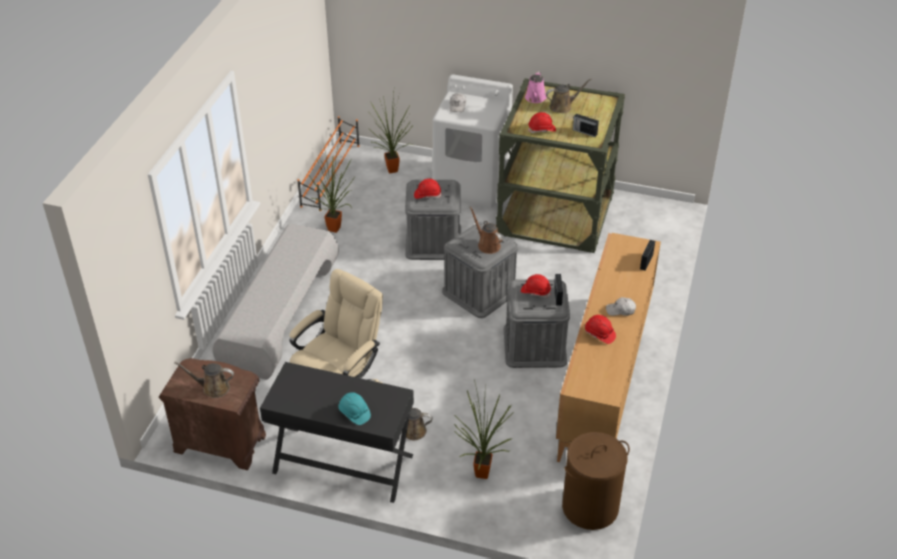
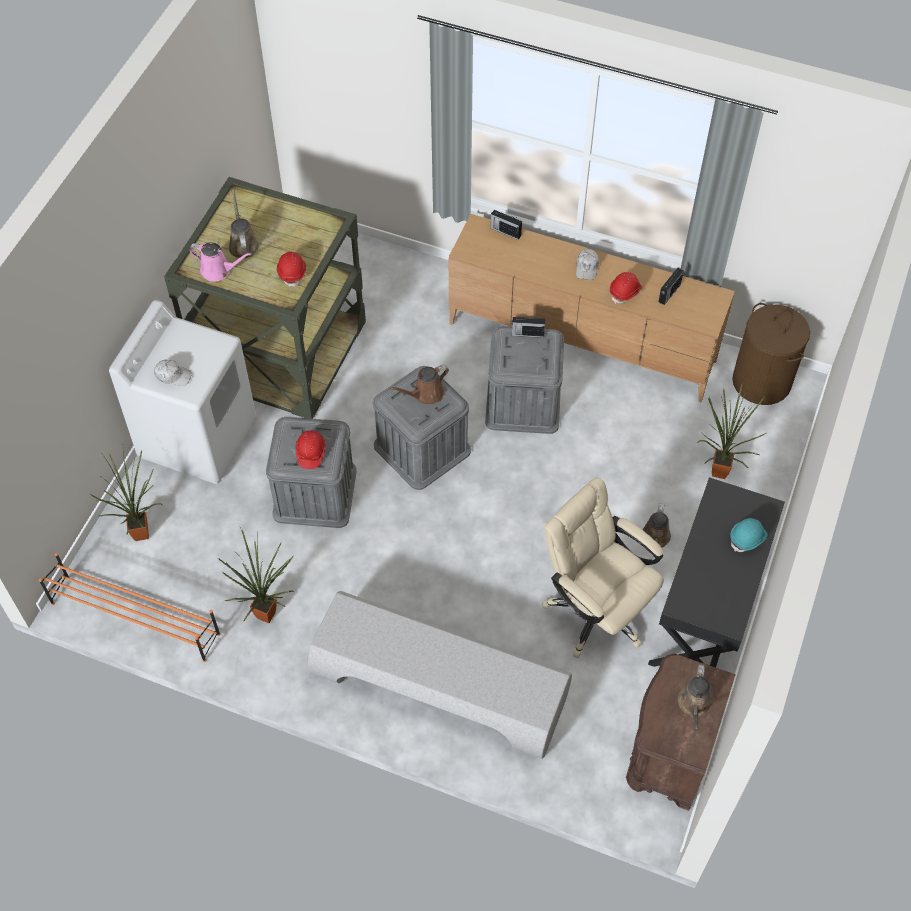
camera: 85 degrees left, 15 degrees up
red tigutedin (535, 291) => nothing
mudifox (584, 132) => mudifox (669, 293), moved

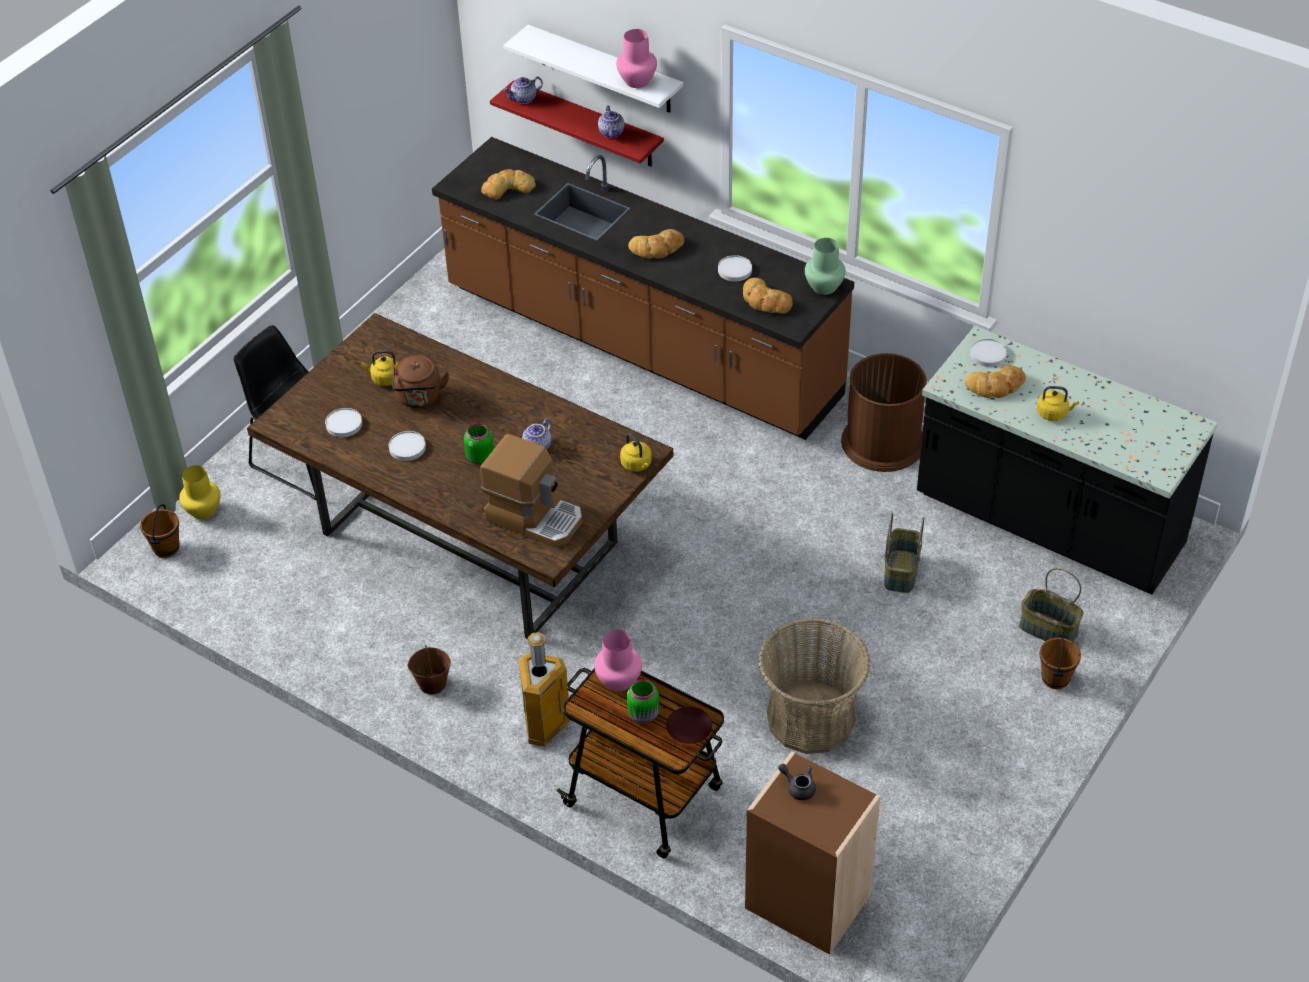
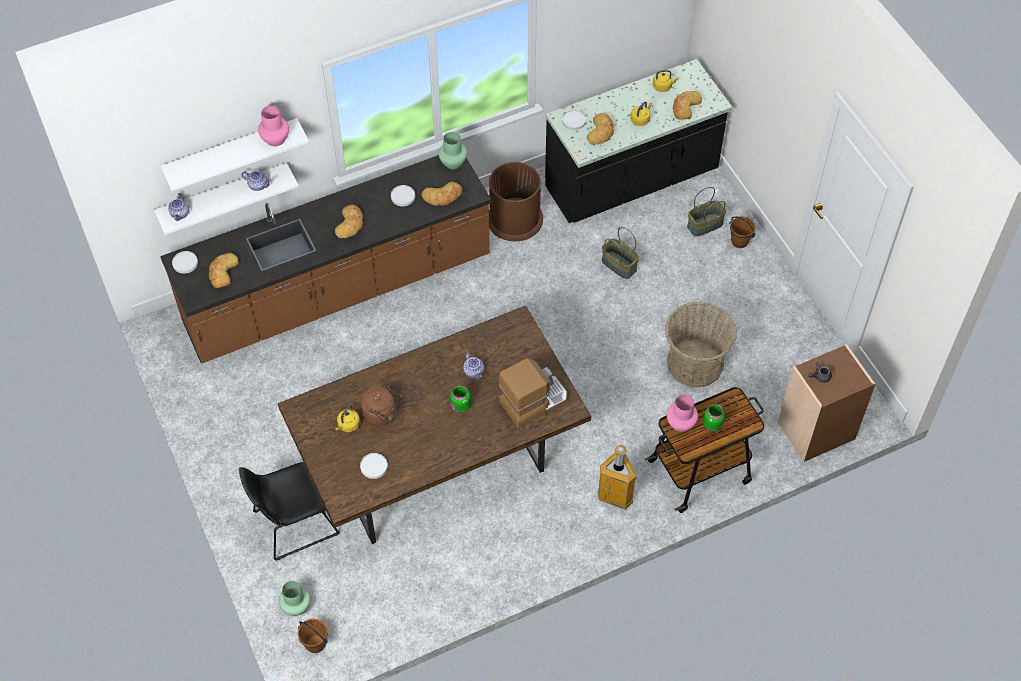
camera: 60 degrees left, 10 degrees up
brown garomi (432, 684) => nothing
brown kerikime (688, 729) => nothing
nothing => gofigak (685, 107)
white kerikime (407, 448) => white kerikime (185, 263), moved
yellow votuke (637, 465) => yellow votuke (663, 86), moved
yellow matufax (204, 511) => green matufax (297, 606)
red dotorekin (588, 124) => white dotorekin (223, 195)

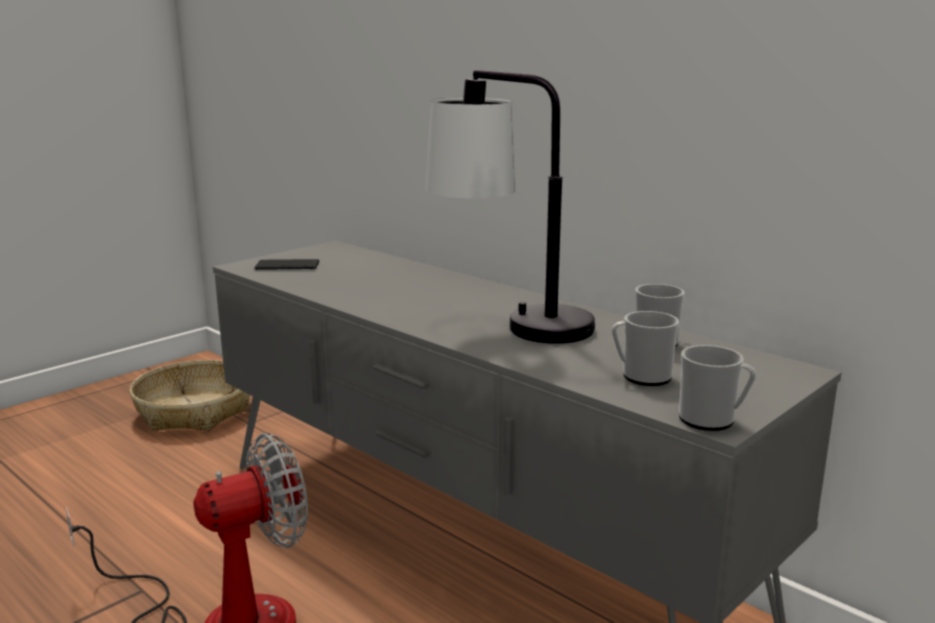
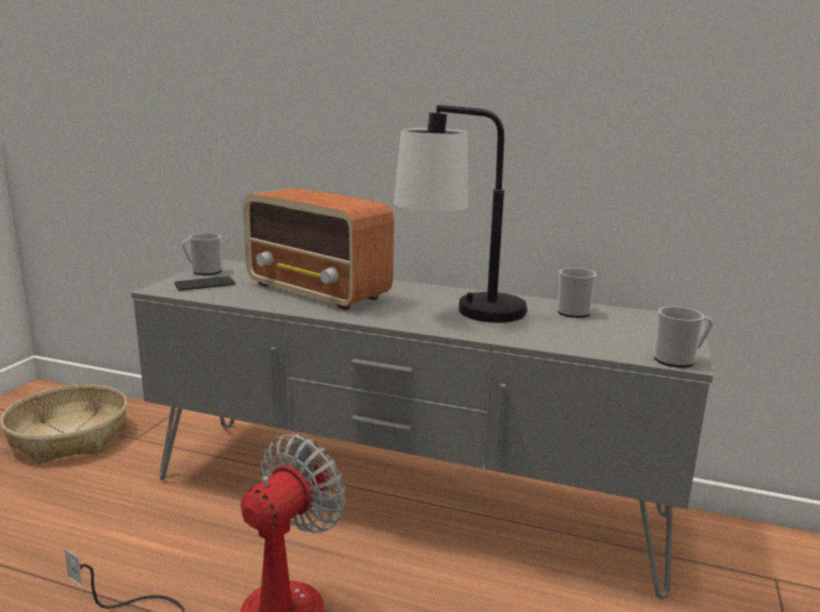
camera: 25 degrees left, 0 degrees up
nothing => mudifox (318, 292)
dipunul (641, 376) => dipunul (203, 272), moved

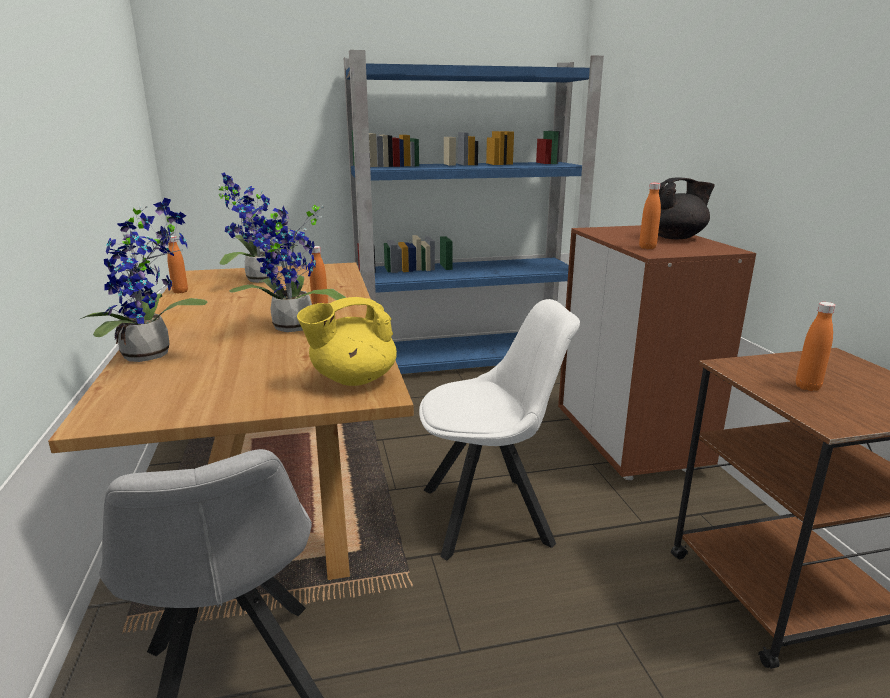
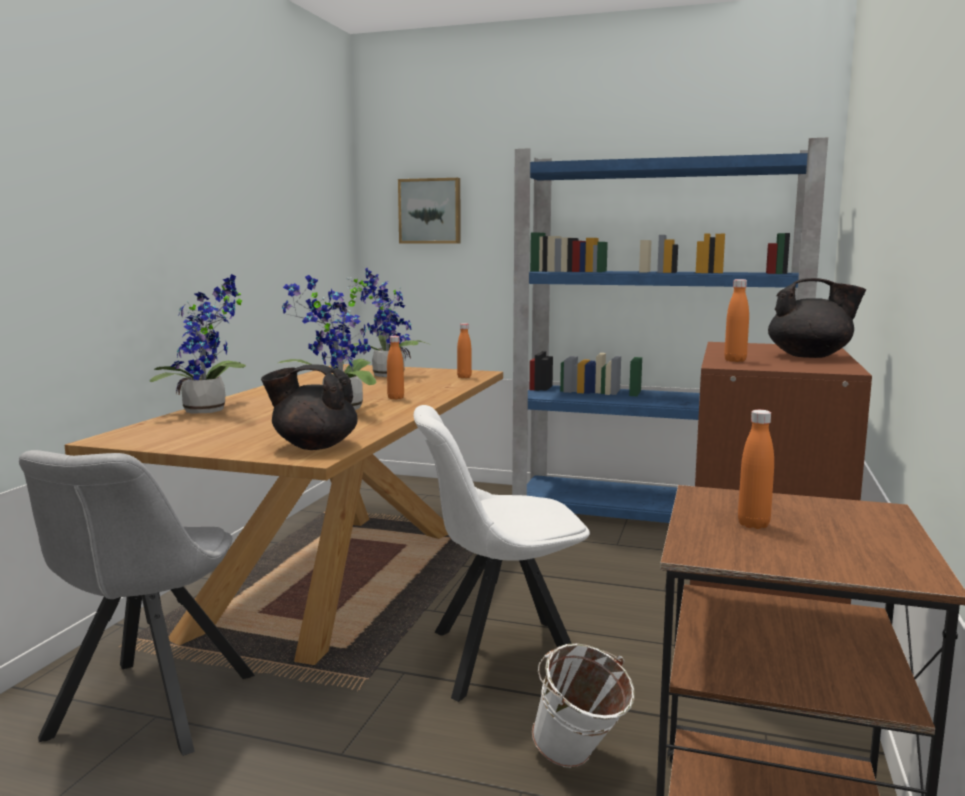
camera: 30 degrees right, 10 degrees down
nothing => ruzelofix (430, 211)
nothing => white garomi (579, 762)
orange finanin (180, 292) => orange finanin (464, 377), moved
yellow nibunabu (352, 379) => black nibunabu (314, 446)
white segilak (490, 515) => white segilak (501, 658), 150 degrees clockwise

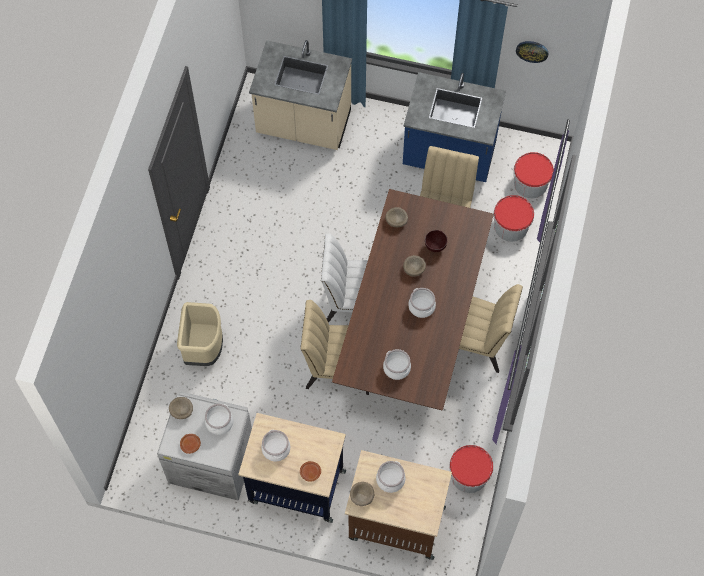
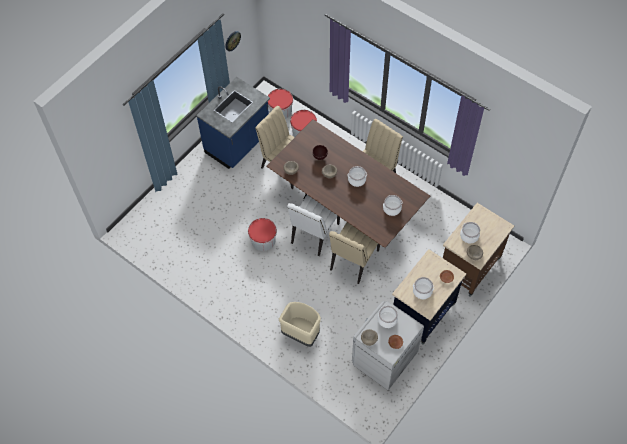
camera: 65 degrees left, 5 degrees down
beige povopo (303, 125) => nothing
garomi (469, 475) => garomi (263, 240), moved

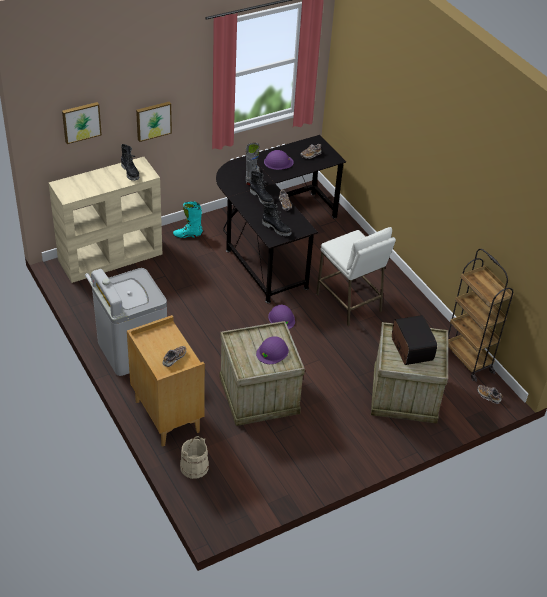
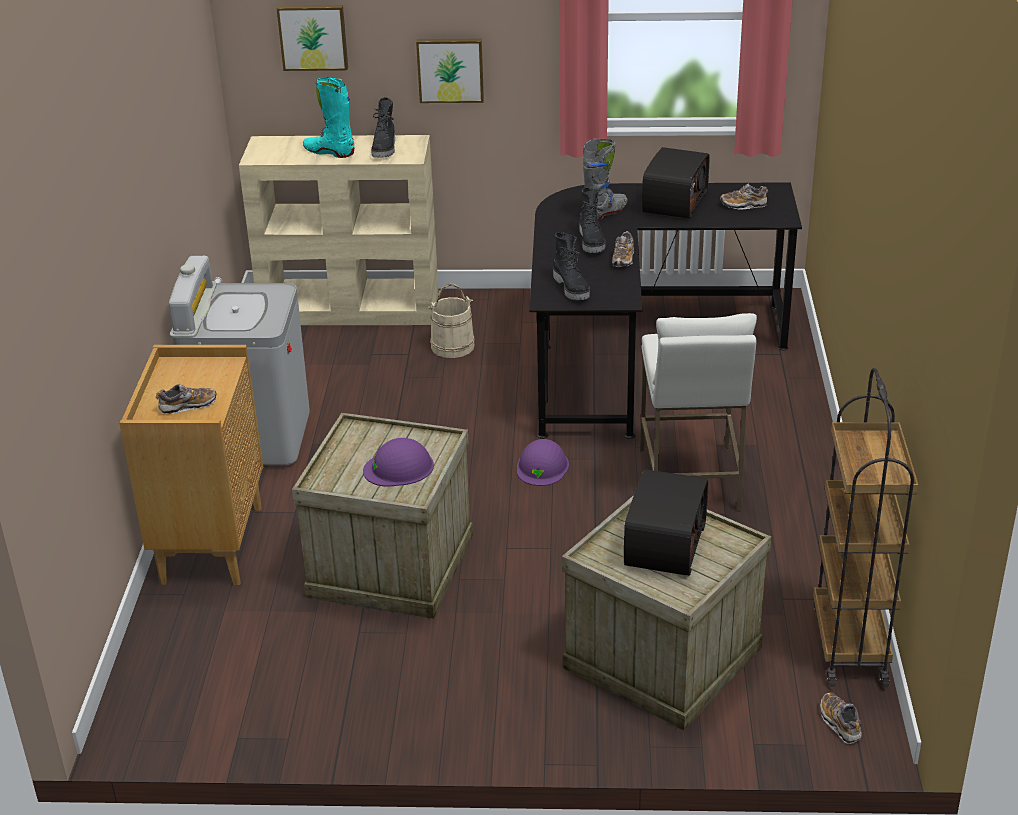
camera: 35 degrees right, 10 degrees down
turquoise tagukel (187, 235) => turquoise tagukel (329, 152), moved
beige garomi (194, 467) => beige garomi (452, 346), moved
purple tigutedin (278, 162) => mudifox (673, 202)

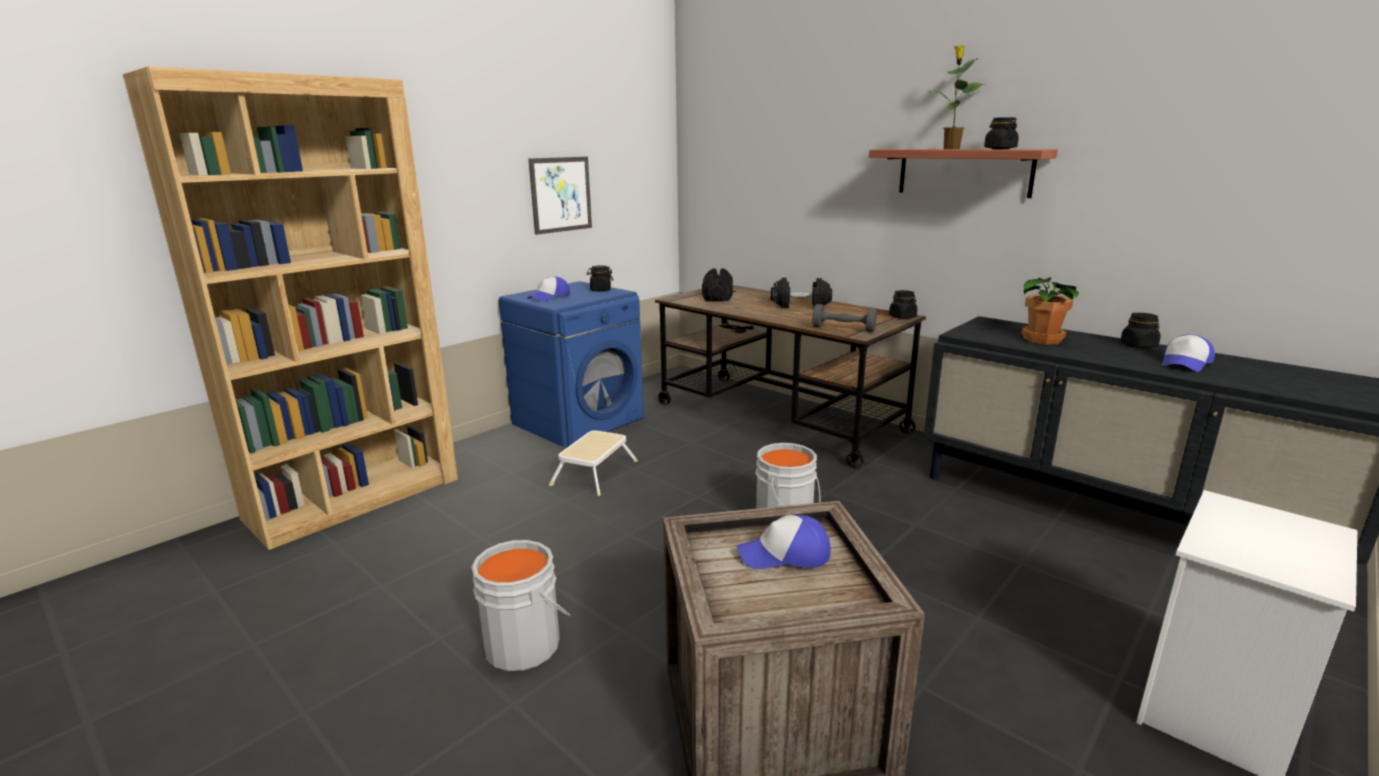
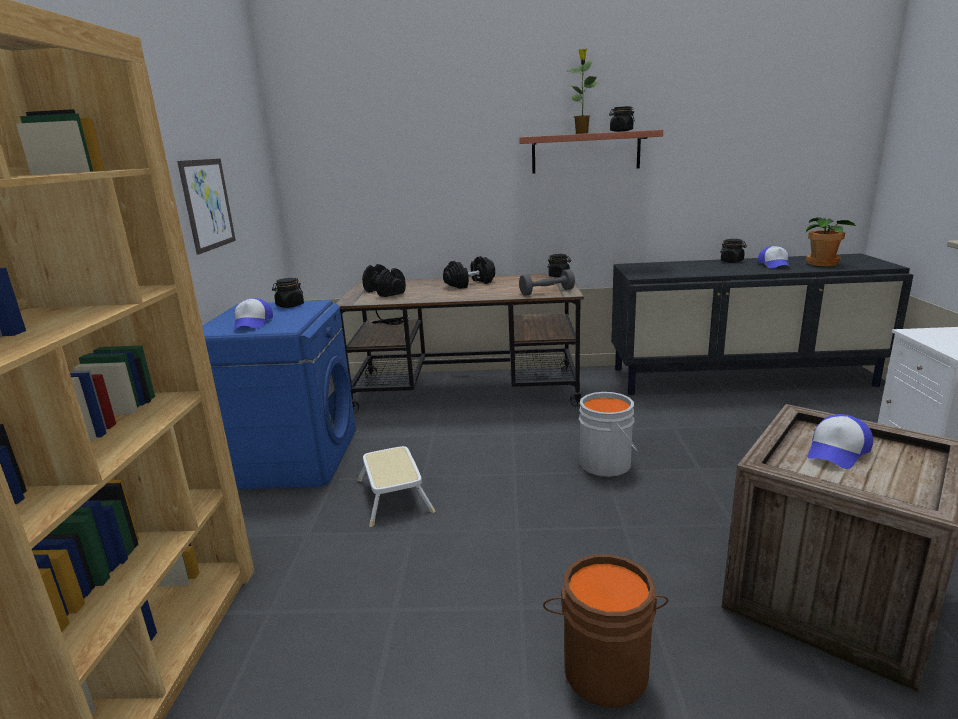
camera: 40 degrees left, 0 degrees up
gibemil (1044, 340) => gibemil (823, 263), moved
grey garomi (526, 643) => brown garomi (605, 668)

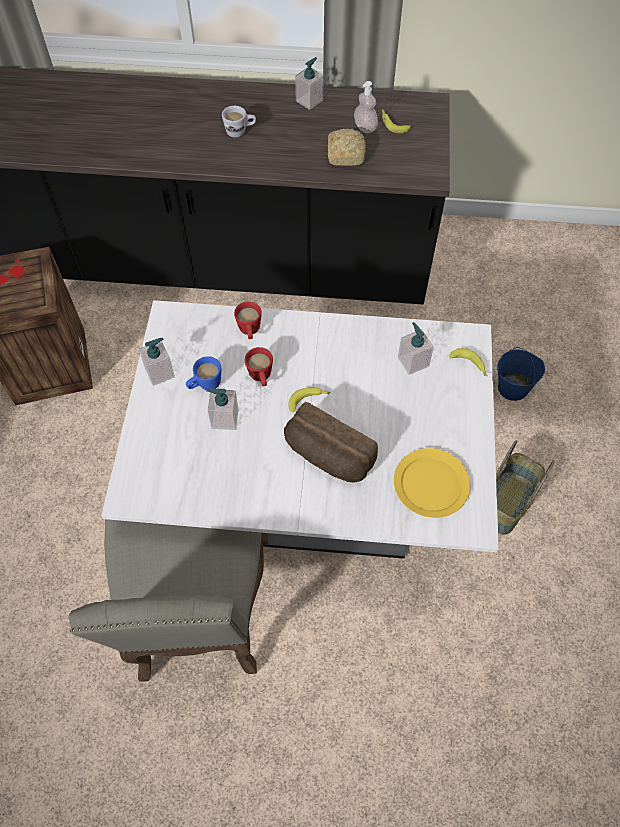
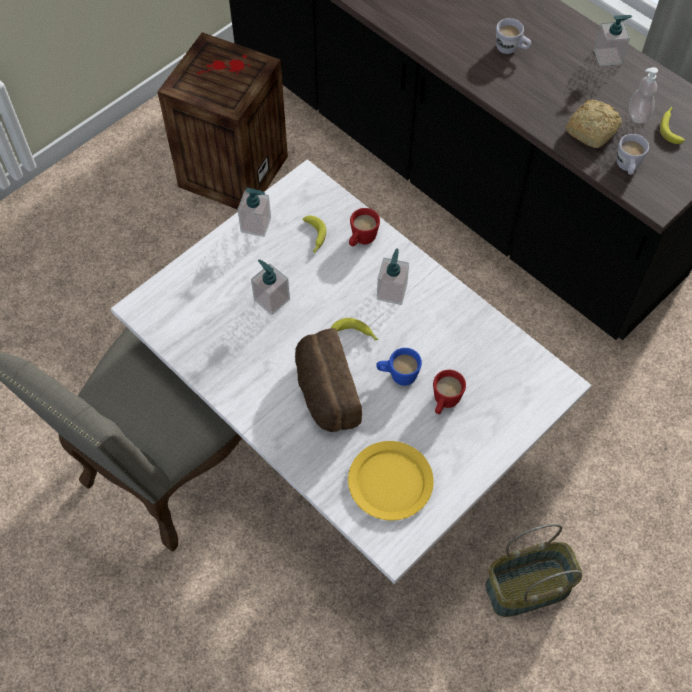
camera: 40 degrees right, 0 degrees up
blue garomi (513, 388) => nothing
nothing => white dipunul (627, 168)
blue dipunul (205, 385) => blue dipunul (397, 375), moved
red dipunul (261, 378) => red dipunul (444, 403), moved
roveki (413, 362) => roveki (392, 292), moved
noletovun (469, 365) => noletovun (314, 237), moved

